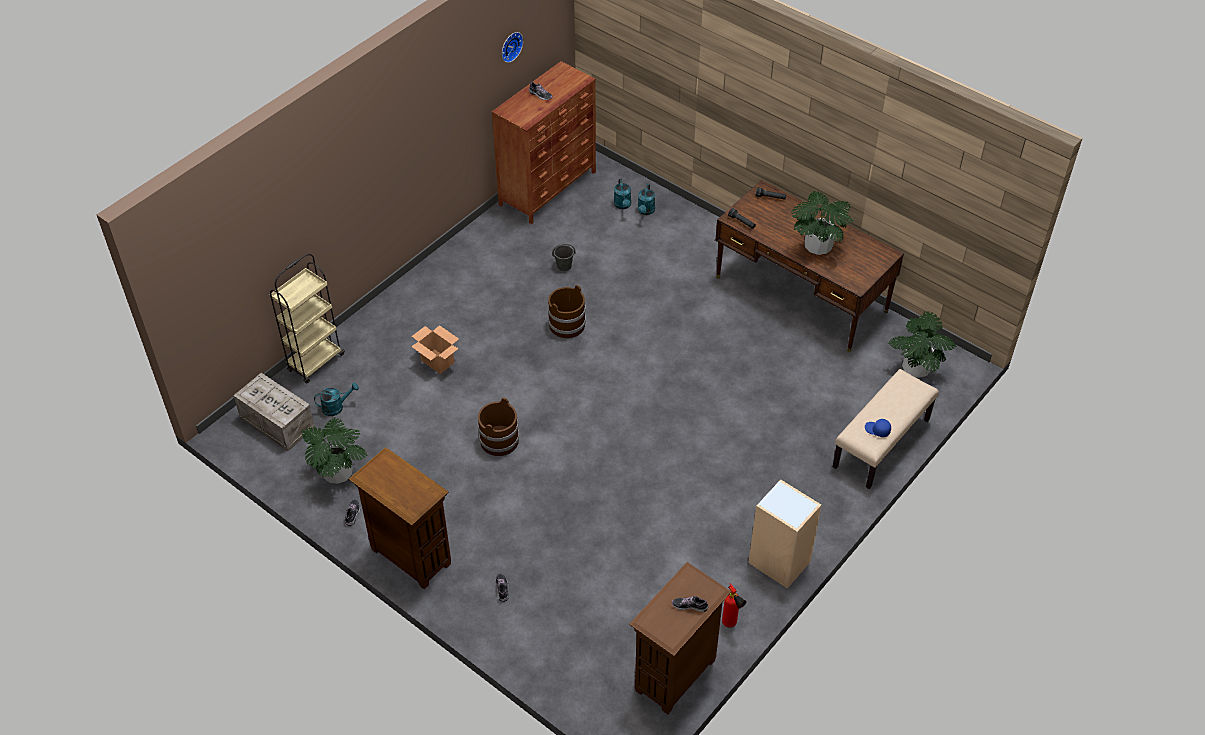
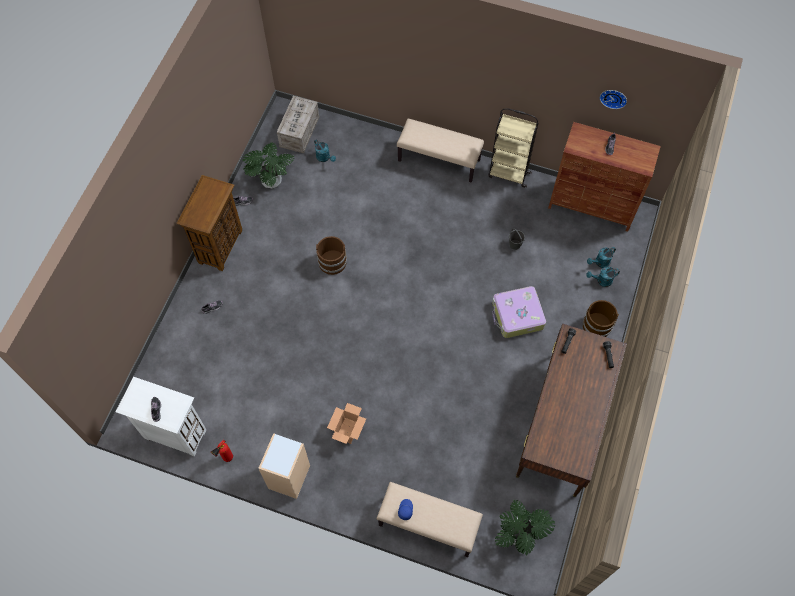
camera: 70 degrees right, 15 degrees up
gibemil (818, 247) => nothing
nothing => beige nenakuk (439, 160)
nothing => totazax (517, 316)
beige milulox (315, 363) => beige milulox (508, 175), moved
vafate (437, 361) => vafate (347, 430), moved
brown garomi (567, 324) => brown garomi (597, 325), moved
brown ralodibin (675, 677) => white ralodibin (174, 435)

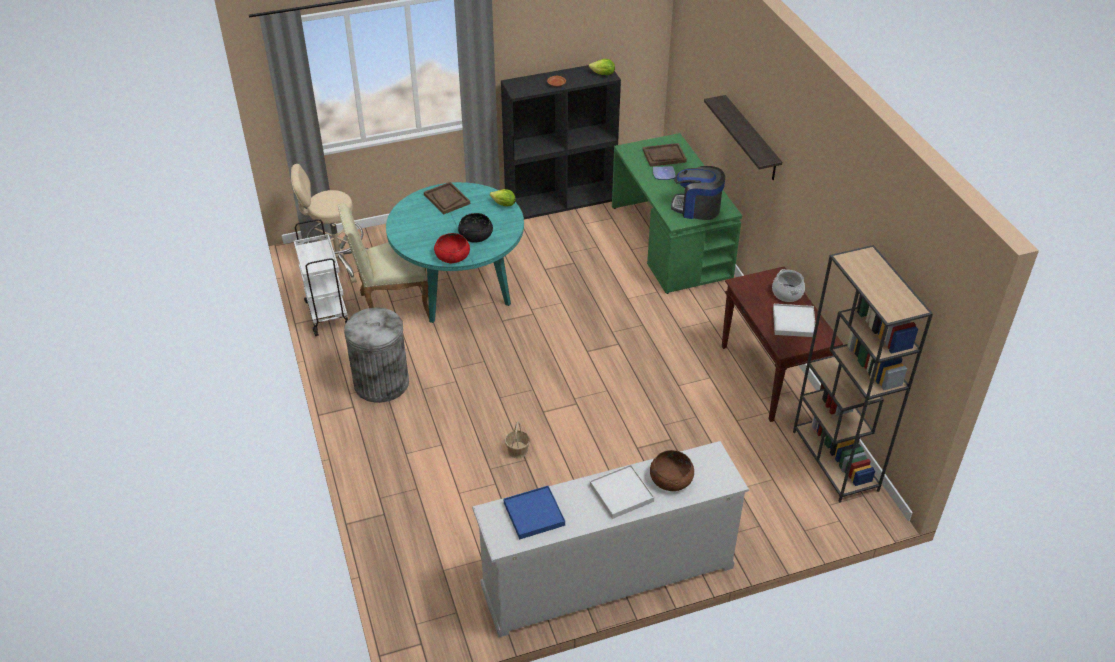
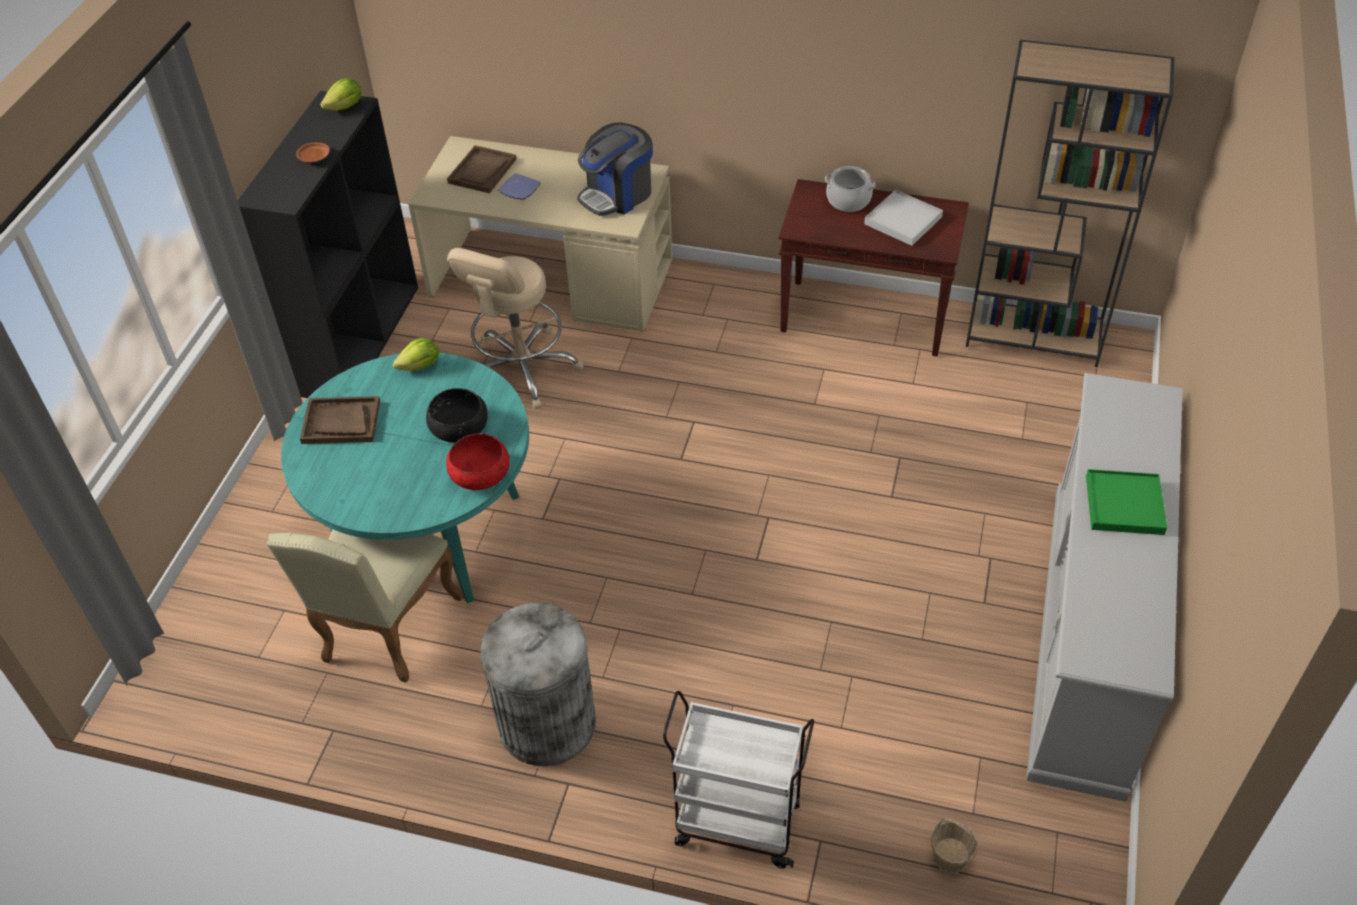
camera: 55 degrees left, 5 degrees up
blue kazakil (534, 514) => nothing
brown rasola (671, 478) => nothing
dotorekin (751, 139) => nothing
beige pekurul (337, 262) => beige pekurul (521, 370), moved
white milulox (327, 314) => white milulox (736, 824), moved
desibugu (518, 450) => desibugu (950, 855), moved
white kazakil (621, 493) => green kazakil (1124, 505)
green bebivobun (670, 241) => beige bebivobun (551, 279)

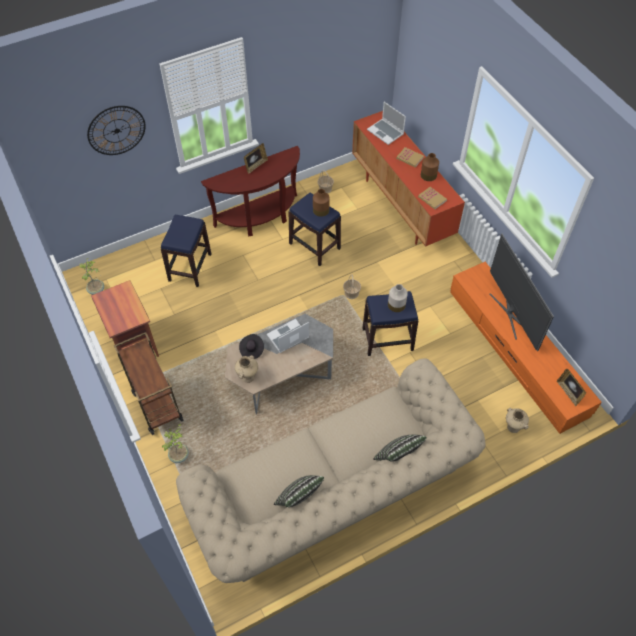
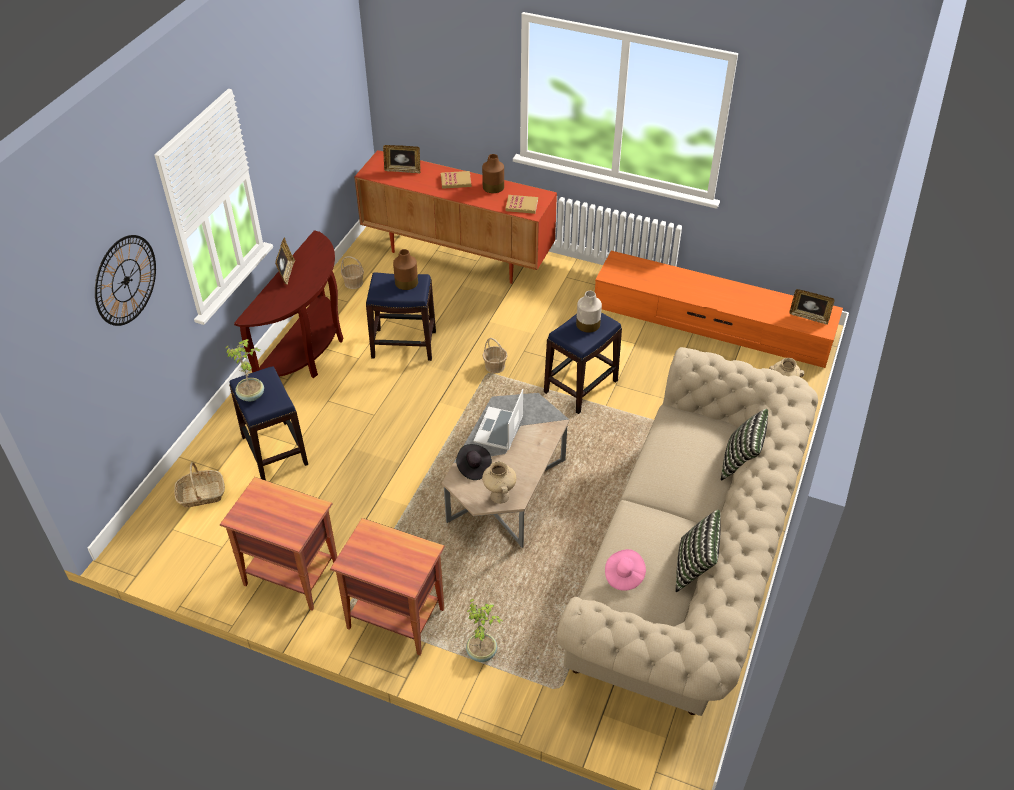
camera: 40 degrees left, 10 degrees down
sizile (511, 313) => nothing
nothing => desibugu (201, 495)
nothing => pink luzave (624, 575)
gibemil (97, 290) => gibemil (251, 395), moved
brown milulox (157, 404) => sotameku (394, 619)
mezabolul (386, 132) => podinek (403, 170)

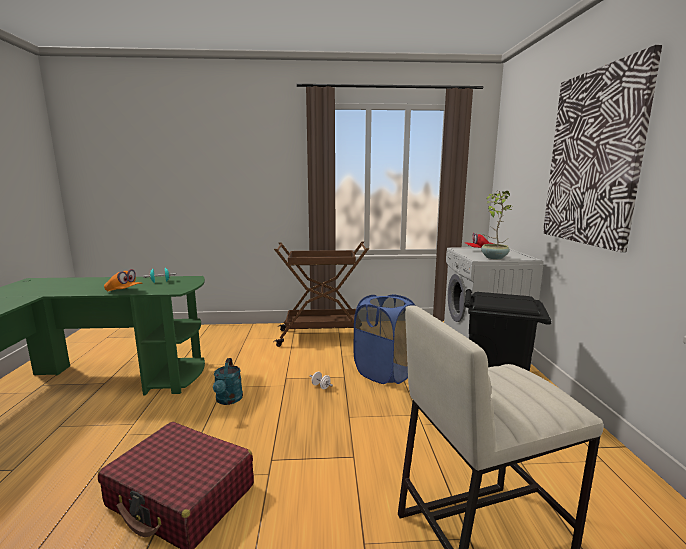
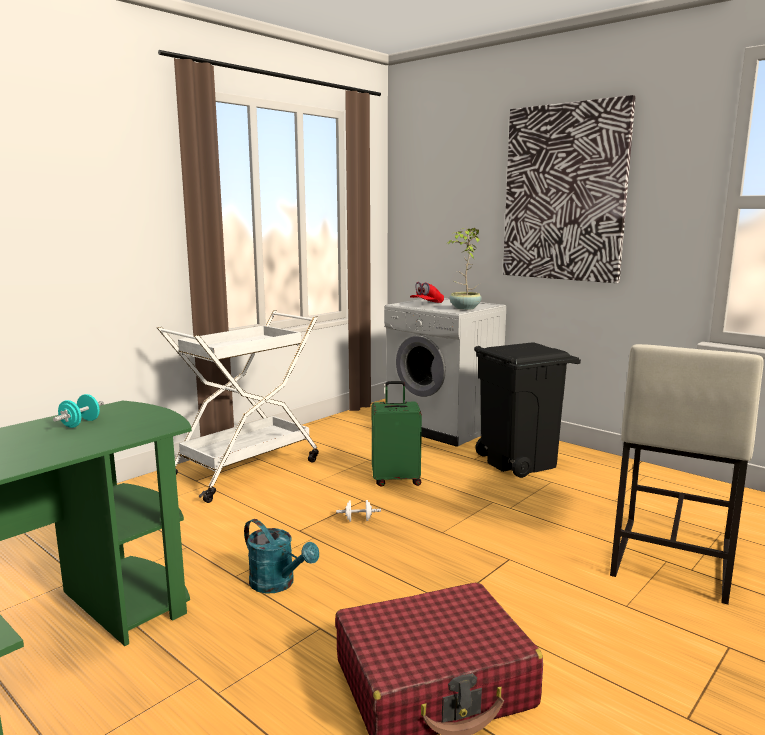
camera: 45 degrees left, 0 degrees up
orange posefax (124, 291) => nothing
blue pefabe (385, 372) => green totazax (396, 479)
brown milulox (321, 337) => white milulox (246, 471)

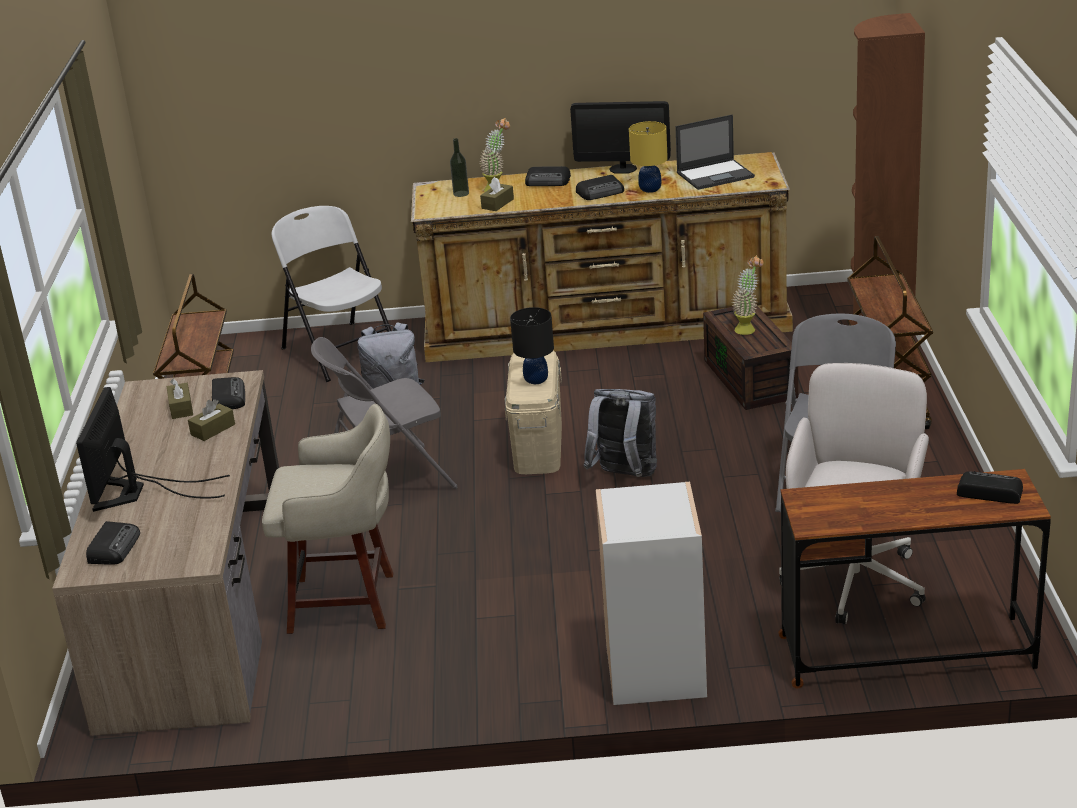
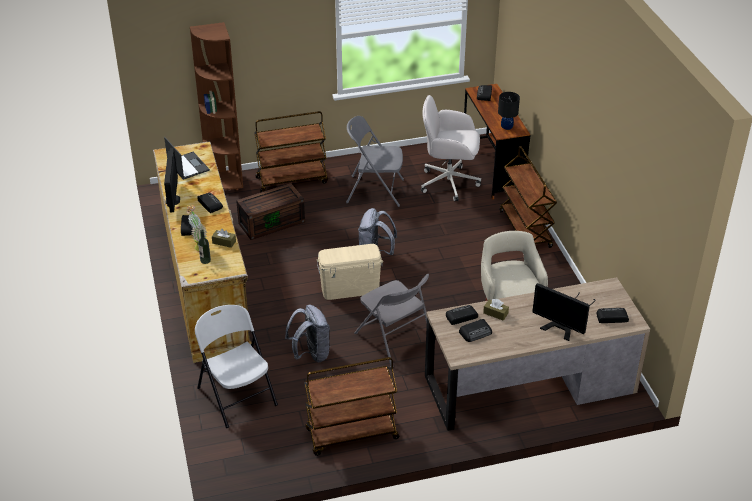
camera: 105 degrees left, 10 degrees up
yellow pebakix (649, 190) => nothing
gibemil (748, 328) => nothing
black pebakix (536, 381) => black pebakix (507, 127), moved
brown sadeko (181, 408) => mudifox (476, 332)
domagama (654, 671) => brown milulox (525, 229)
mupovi (138, 493) => mupovi (564, 323), 45 degrees clockwise
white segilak (340, 351) => white segilak (237, 396), 105 degrees clockwise

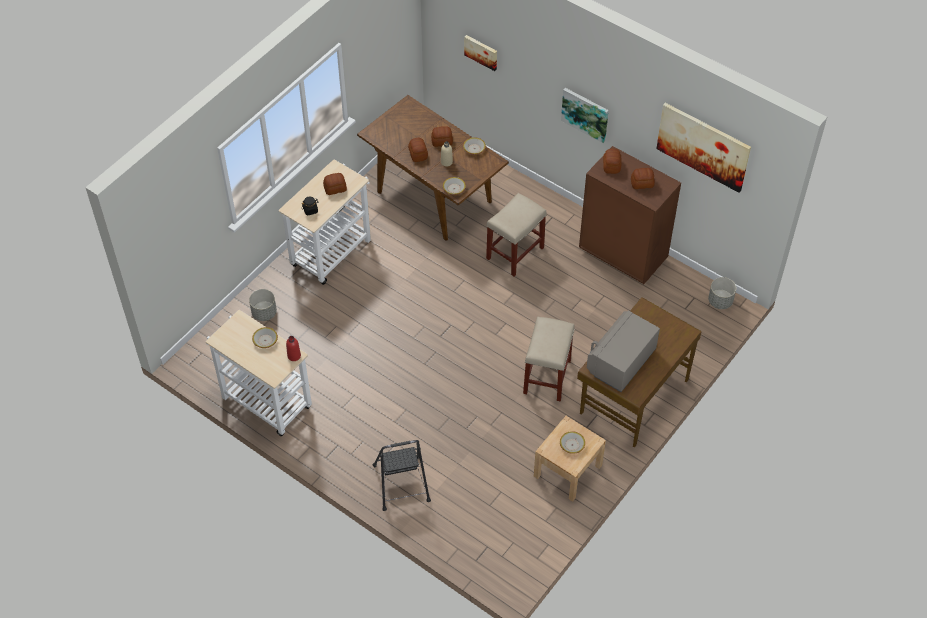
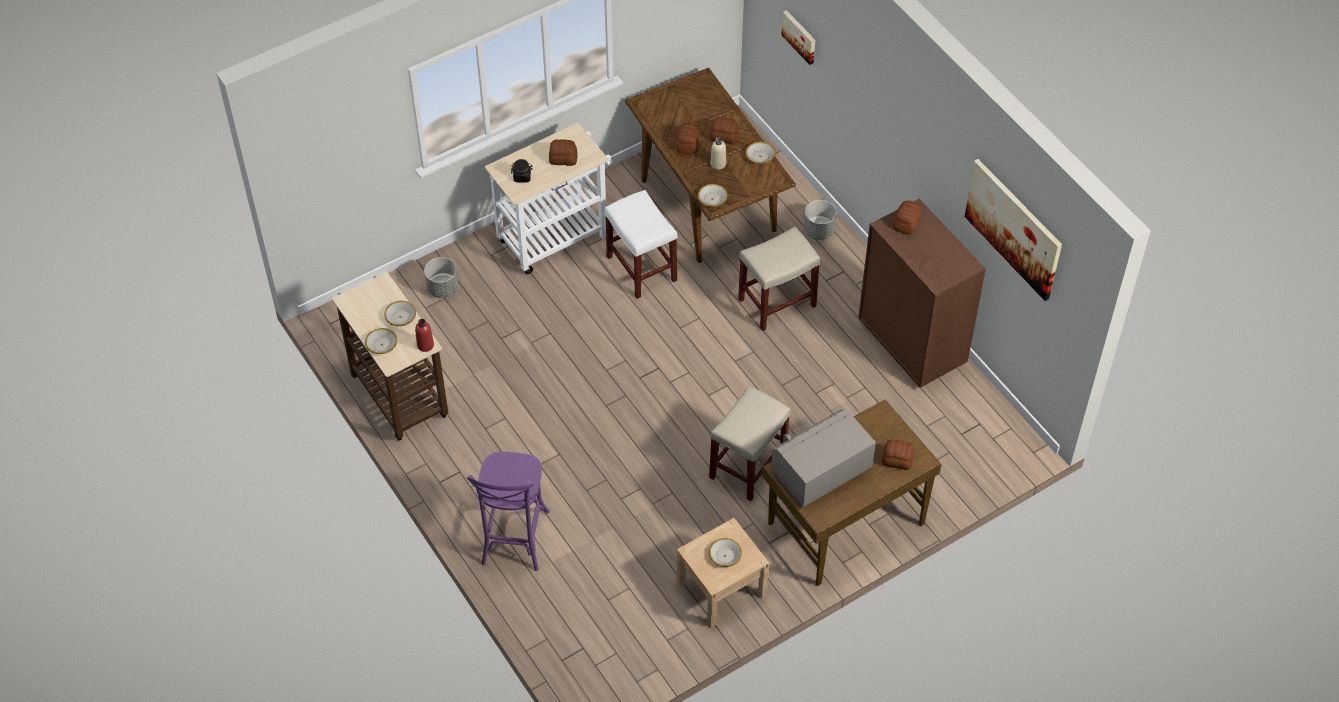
camera: 20 degrees right, 0 degrees up
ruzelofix (585, 114) => nothing
nothing => rasola (381, 345)
nothing => white pekurul (640, 268)
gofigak (642, 183) => gofigak (897, 460), moved
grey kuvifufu (720, 301) => grey kuvifufu (819, 231), moved
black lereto (401, 484) => purple pekurul (514, 541)
white milulox (265, 402) => brown milulox (398, 395)

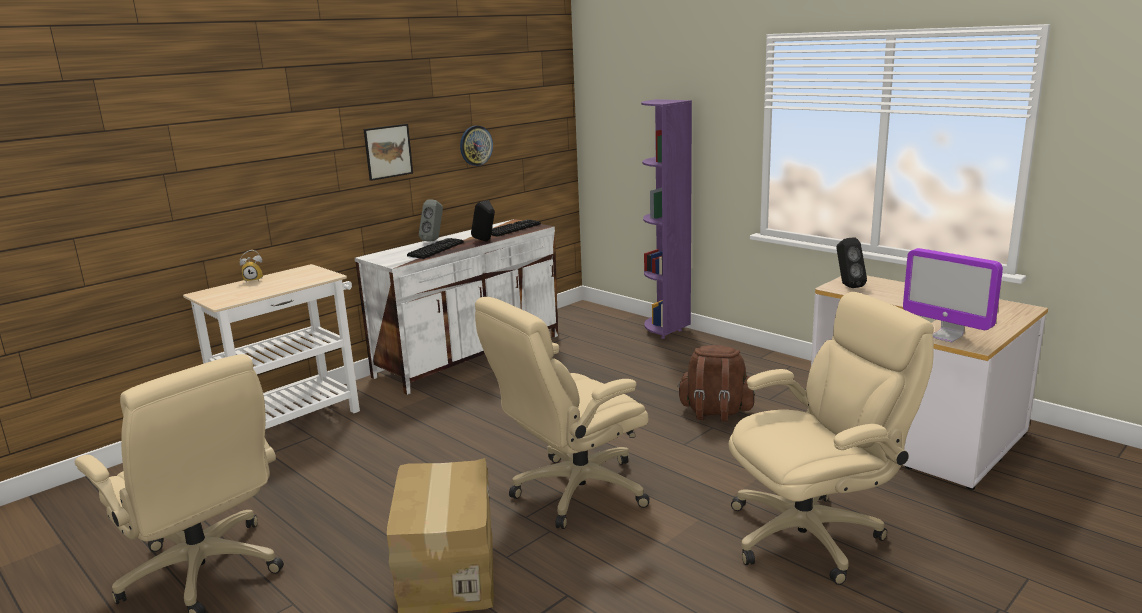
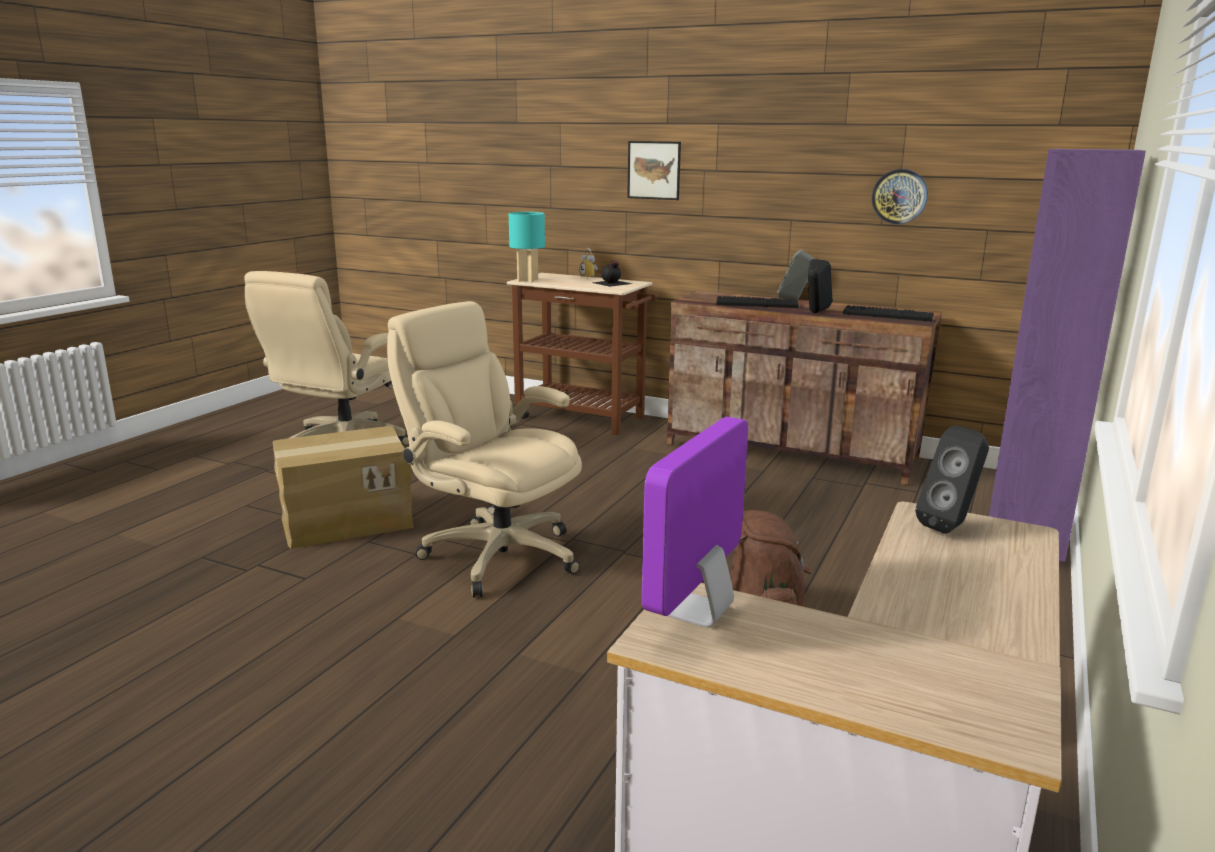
camera: 70 degrees right, 0 degrees up
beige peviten (814, 534) => nothing
nothing => turquoise pebakix (527, 280)
nothing => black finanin (611, 283)
ruzelofix (388, 151) => ruzelofix (654, 170), moved
white milulox (292, 421) => brown milulox (582, 418)
white ralodibin (471, 356) => brown ralodibin (791, 453)

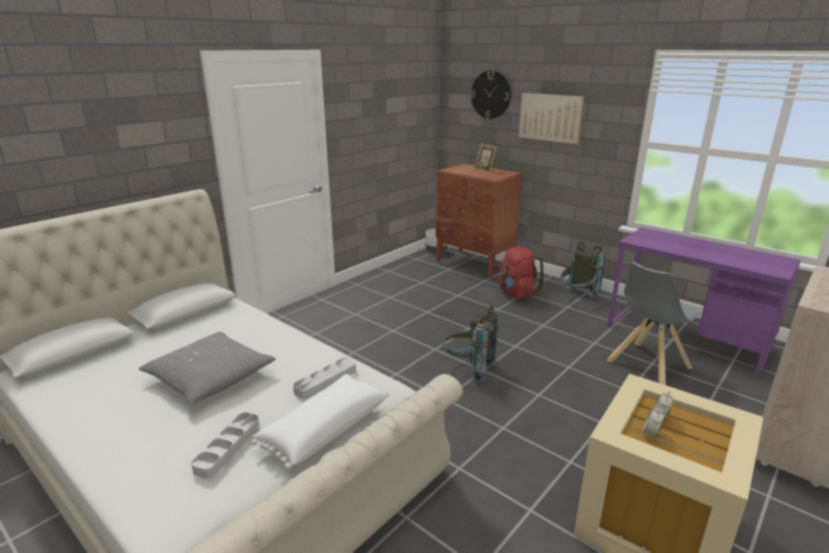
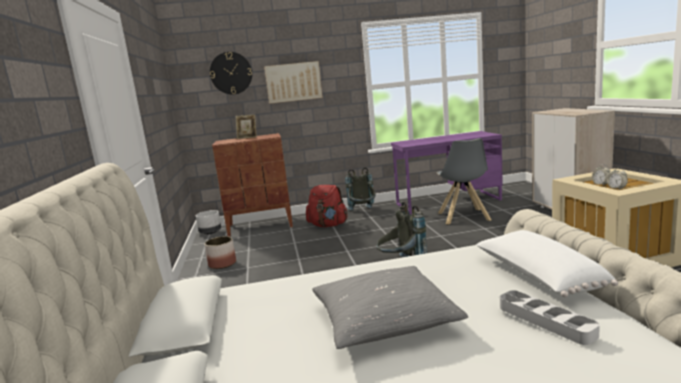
camera: 50 degrees left, 10 degrees down
grey kazakil (326, 381) => nothing
nothing => kuvifufu (222, 264)

